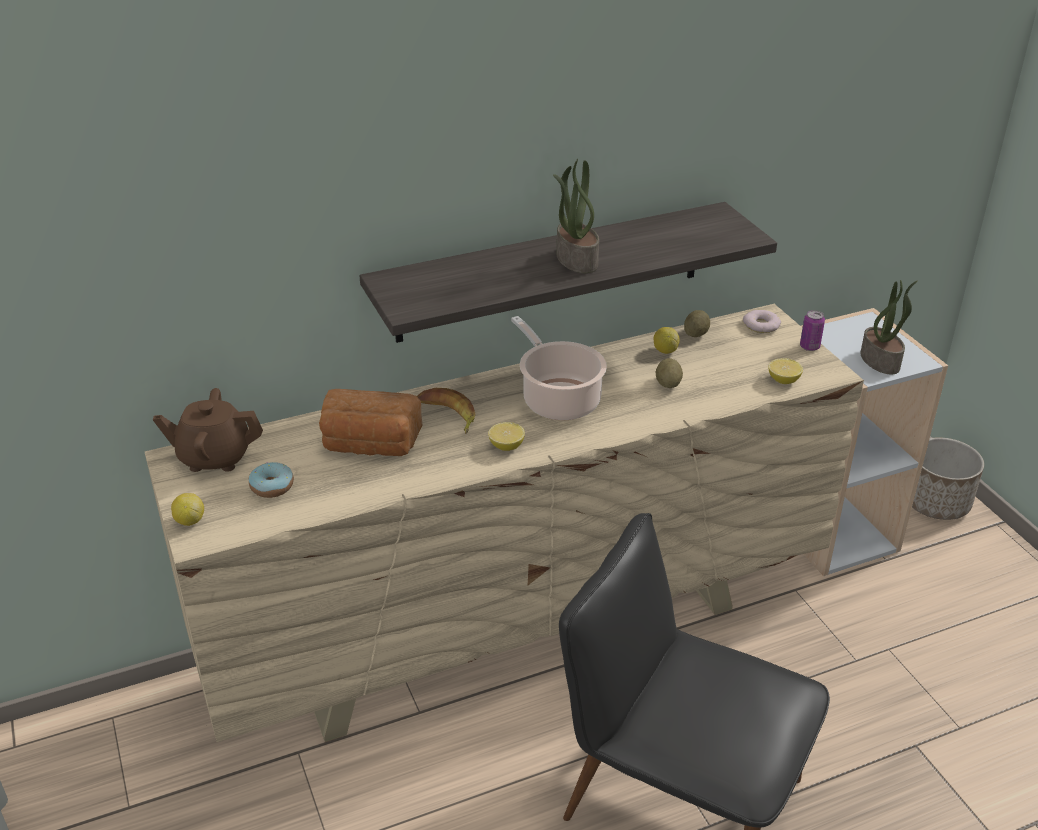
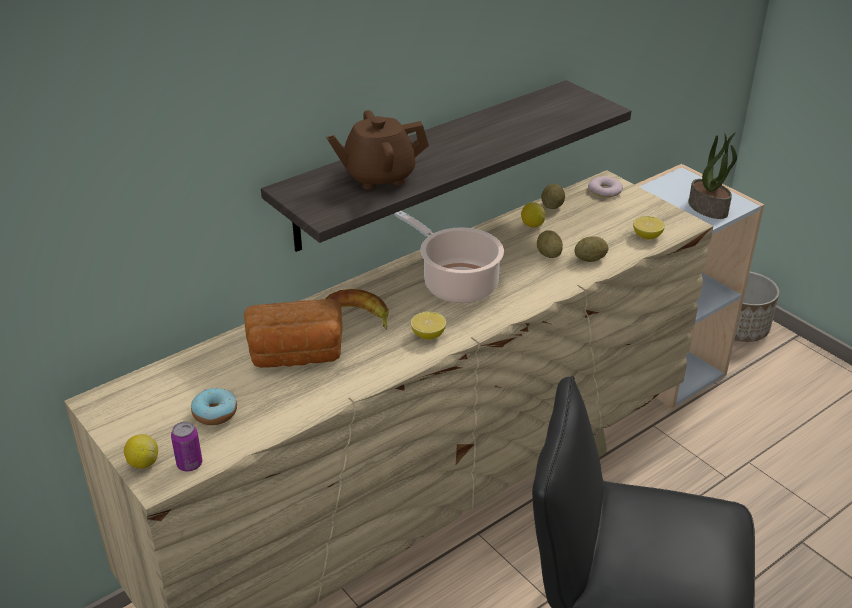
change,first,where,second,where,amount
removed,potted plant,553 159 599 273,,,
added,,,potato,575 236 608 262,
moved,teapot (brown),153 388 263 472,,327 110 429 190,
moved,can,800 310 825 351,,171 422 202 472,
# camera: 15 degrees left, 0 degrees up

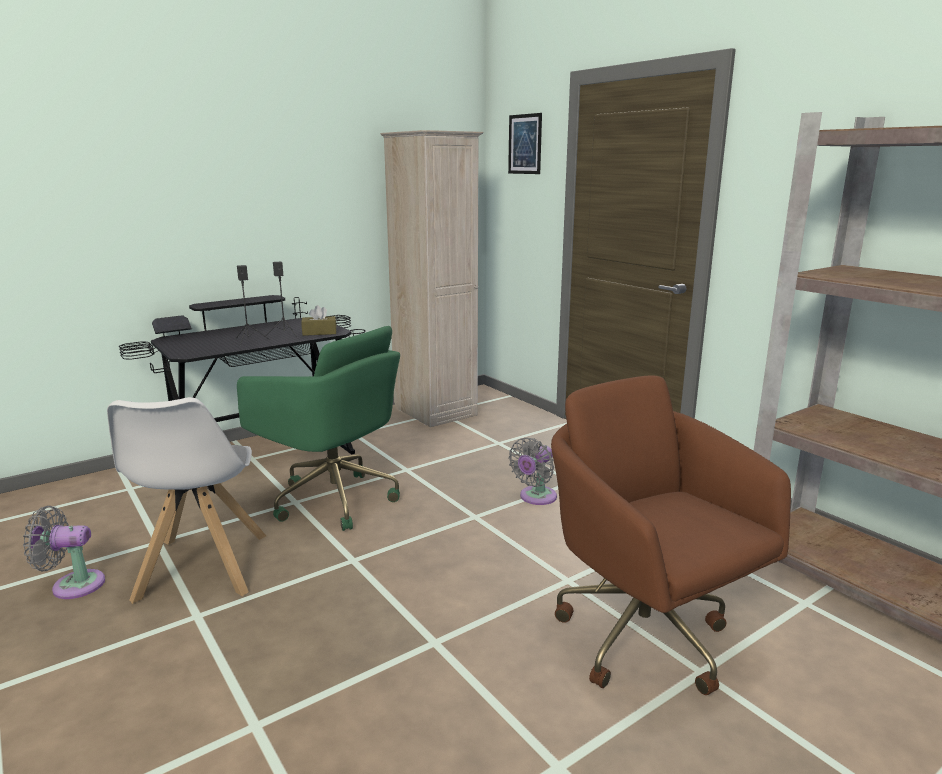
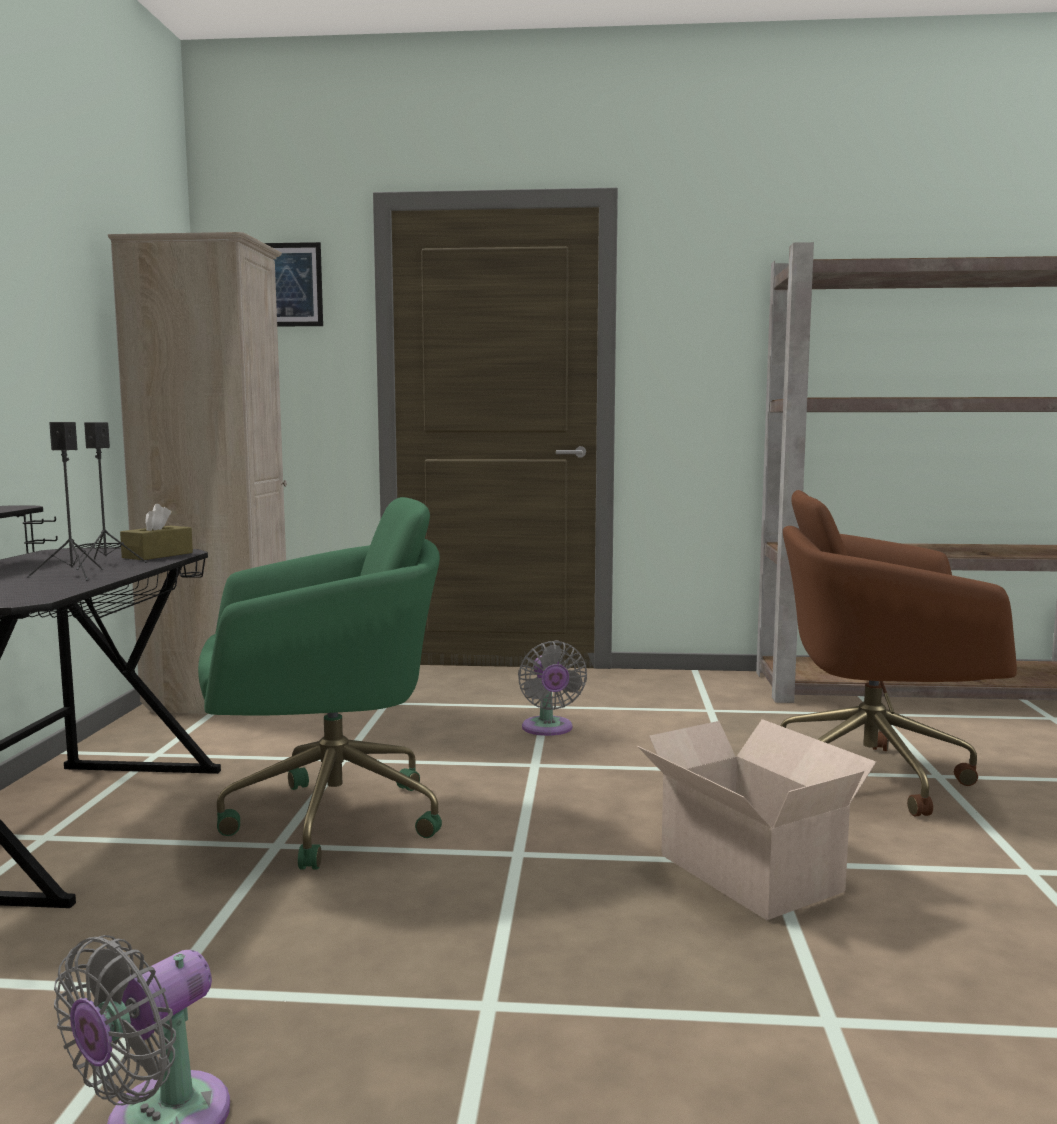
change,first,where,second,where,amount
removed,chair,107 397 266 604,,,
added,,,cardboard box,637 719 876 920,
# camera: 50 degrees left, 10 degrees down

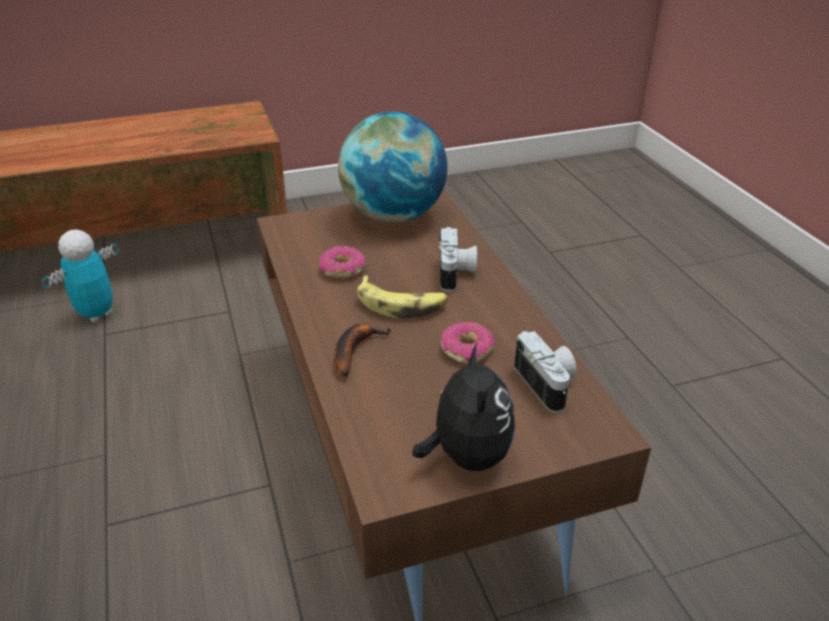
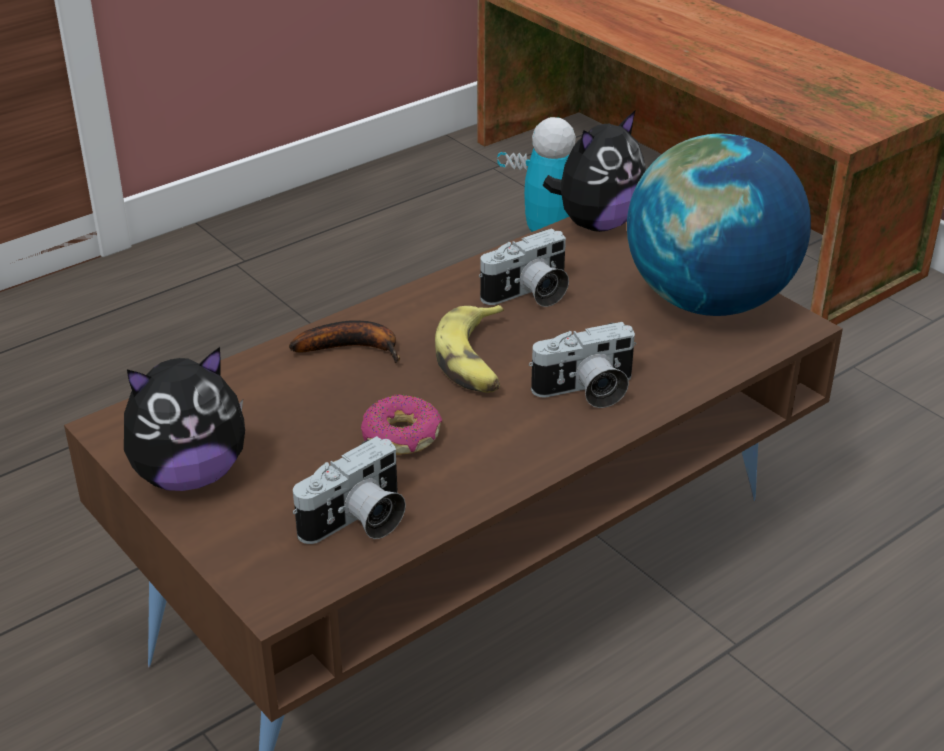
change,first,where,second,where,amount
added,,,plush toy,543 111 646 232,
replaced,donut,319 246 365 279,photo camera,479 228 569 307,
# camera: 70 degrees right, 0 degrees up

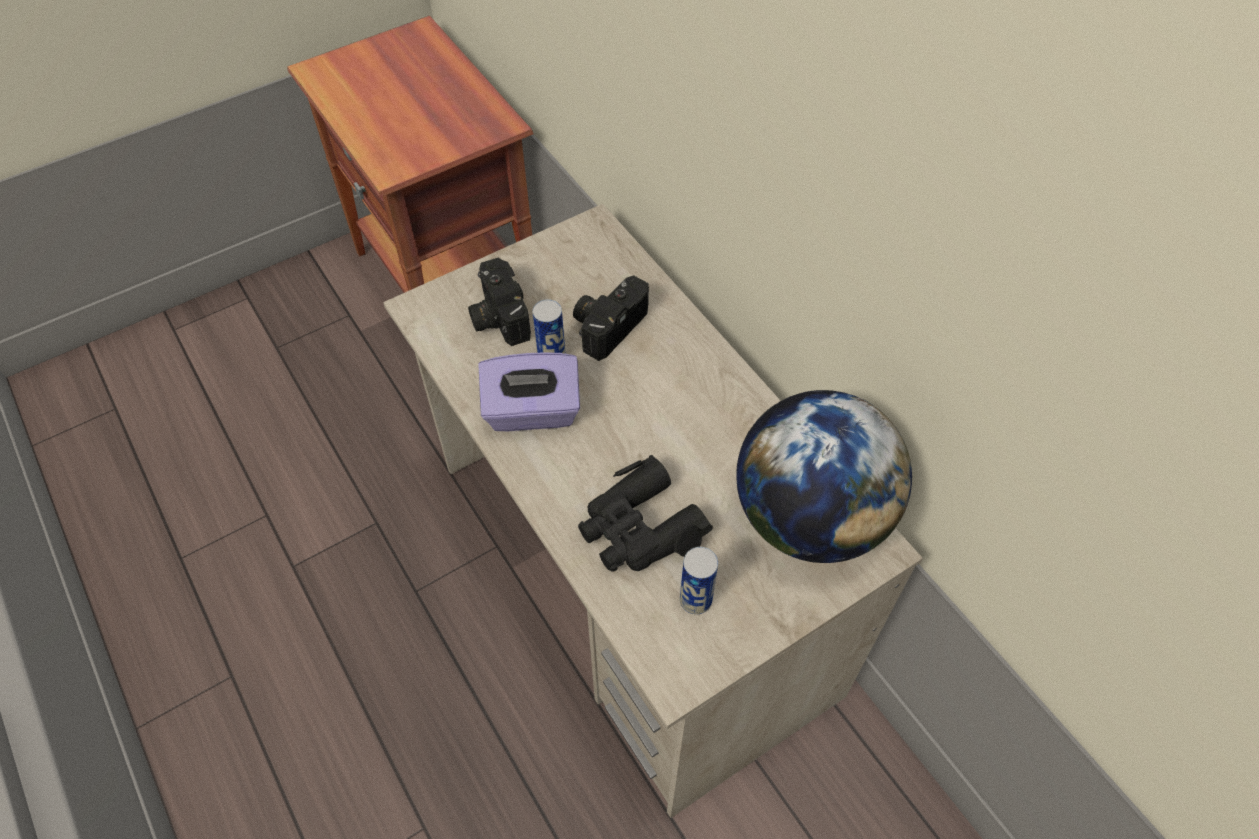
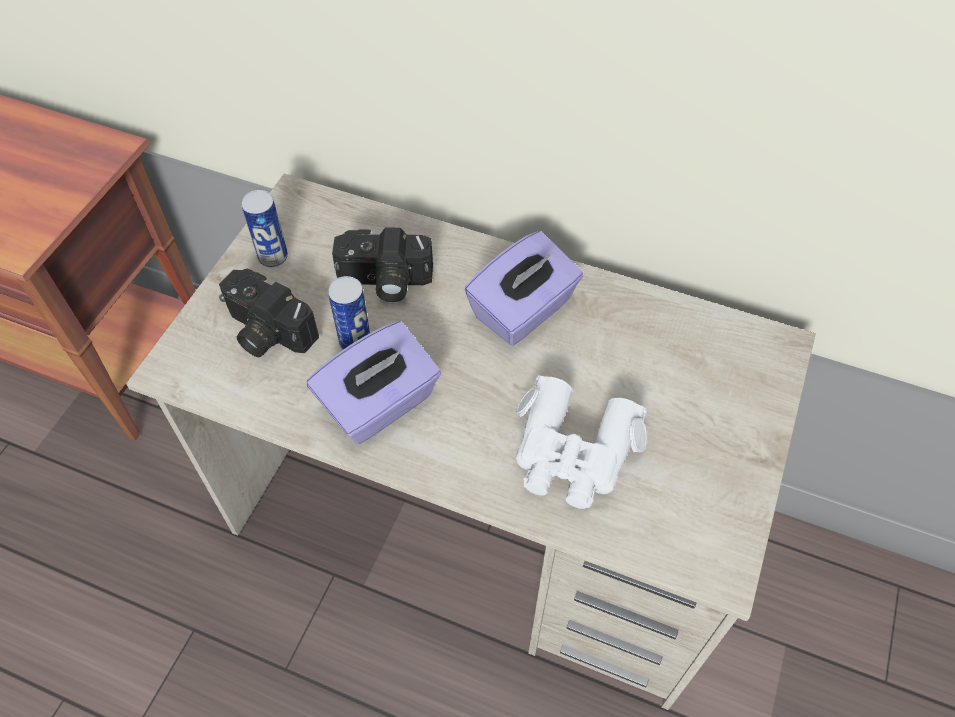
change,first,where,second,where,amount
removed,globe,736 390 912 563,,,
added,,,tissue box (purple),465 231 583 345,
moved,can,680 547 718 614,,241 190 288 267,
recoloured,binoculars (black),578 455 713 571,binoculars (white),516 375 647 509,
turned,photo camera,573 275 649 361,,332 227 433 302,90 degrees counterclockwise
# camera: 35 degrees left, 0 degrees up

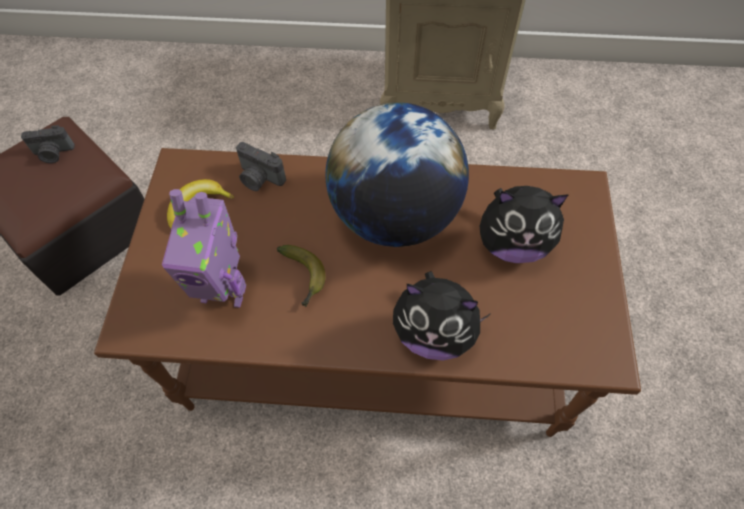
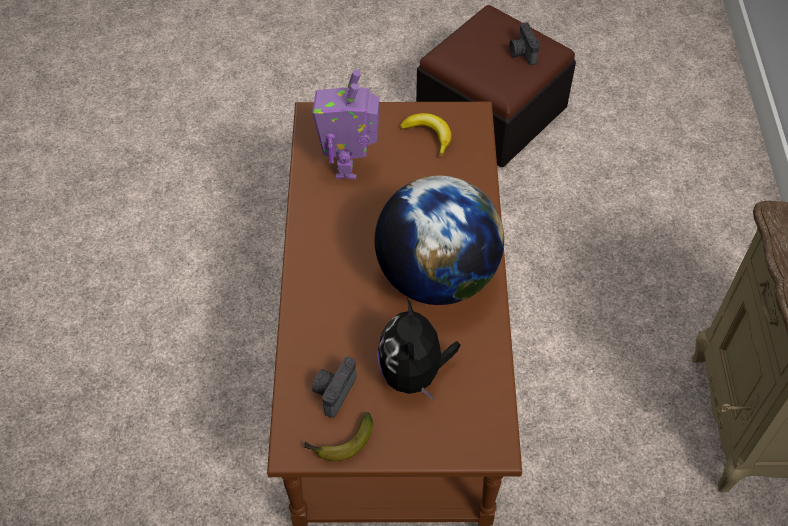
change,first,where,second,where,amount
removed,plush toy,393 271 491 361,,,
moved,photo camera,236 142 286 191,,312 357 357 418,
moved,banana,277 245 325 307,,304 412 373 461,
# camera: 85 degrees right, 5 degrees down

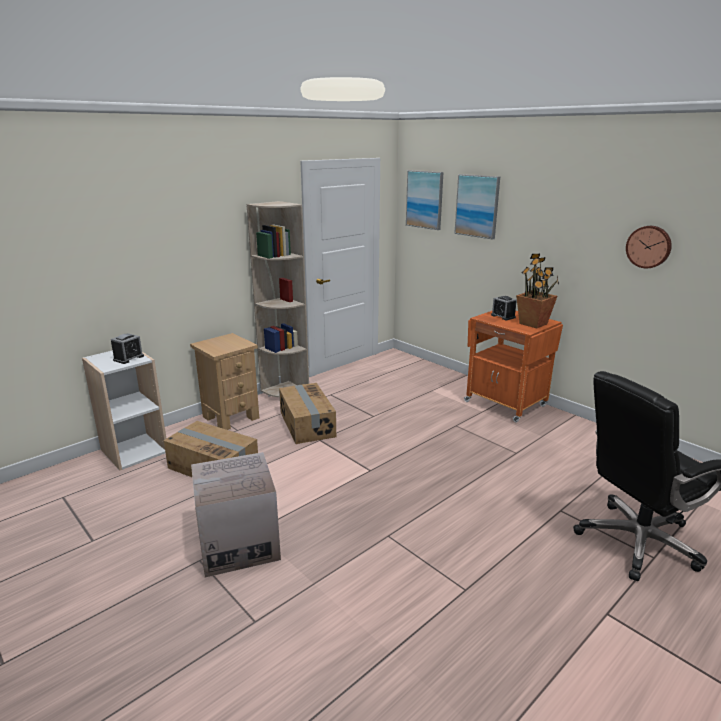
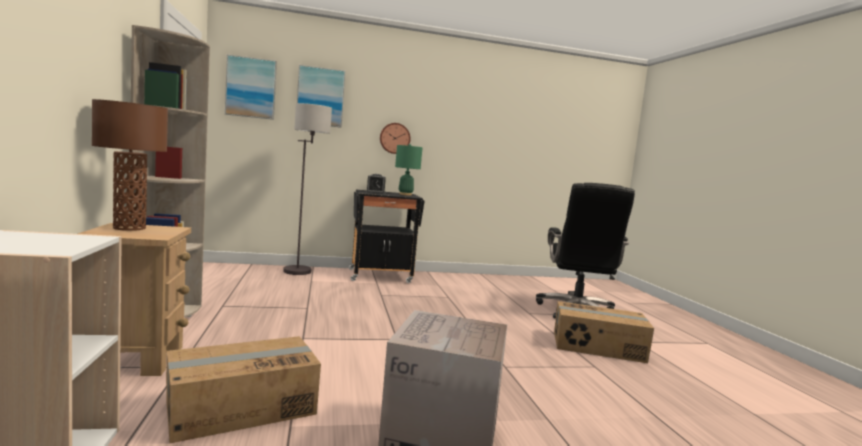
change,first,where,second,where,amount
removed,alarm clock,111 333 144 364,,,
added,,,table lamp (brown),92 99 168 231,
added,,,floor lamp (grey),283 103 332 275,
moved,cardboard box,279 383 336 444,,554 301 654 363,
moved,wall clock,626 226 672 268,,380 123 410 154,
replaced,potted plant,516 254 559 328,table lamp (green),395 144 422 196,
recoloured,cart (orange),464 311 563 422,cart (black),349 190 424 283,
# camera: 60 degrees left, 15 degrees down

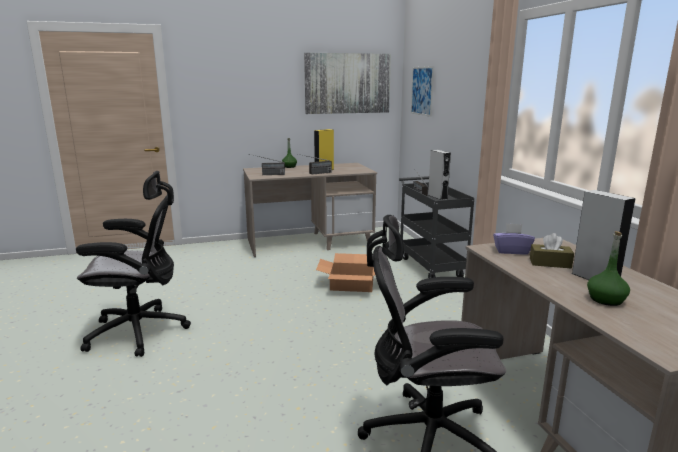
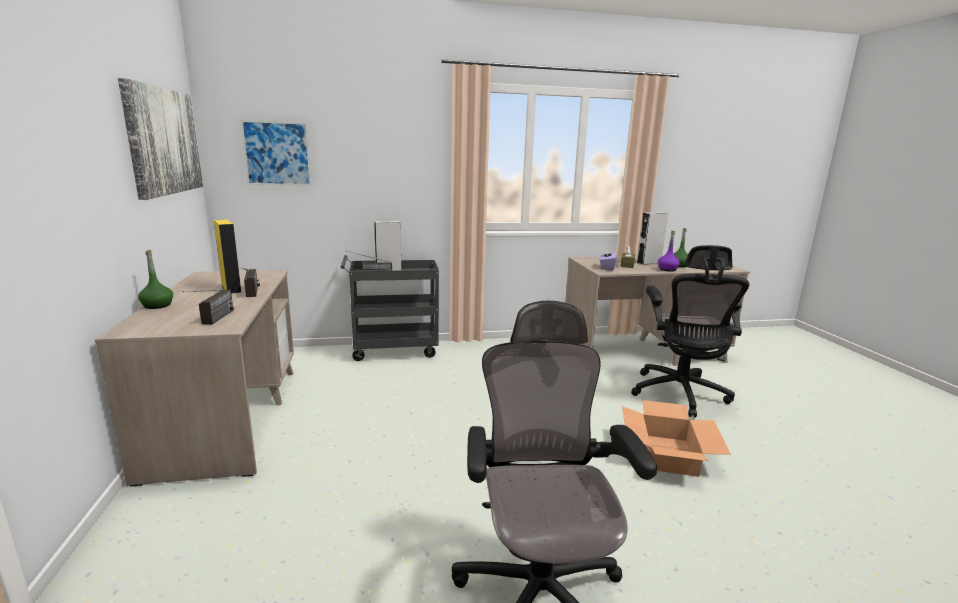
change,first,where,second,where,amount
added,,,bottle (purple),658 230 680 271,
moved,cardboard box,316 253 375 292,,622 400 731 477,
# camera: 85 degrees left, 0 degrees up

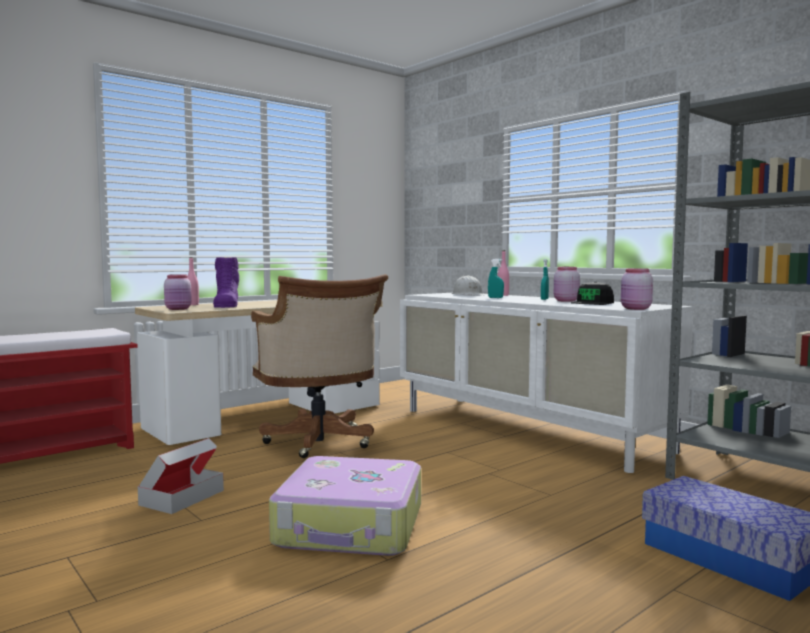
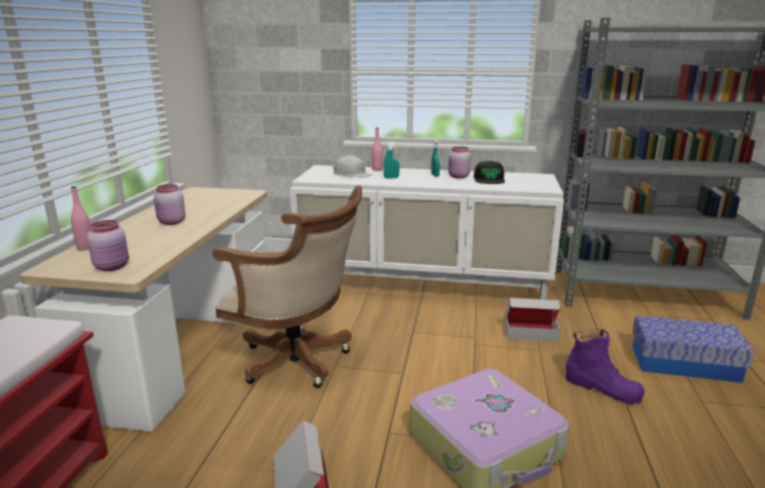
change,first,where,second,where,amount
added,,,cardboard box,504 298 560 341,
moved,boot (purple),213 257 239 308,,566 329 644 405,
moved,jar (pink),621 268 653 310,,154 184 186 225,
# camera: 40 degrees left, 15 degrees up

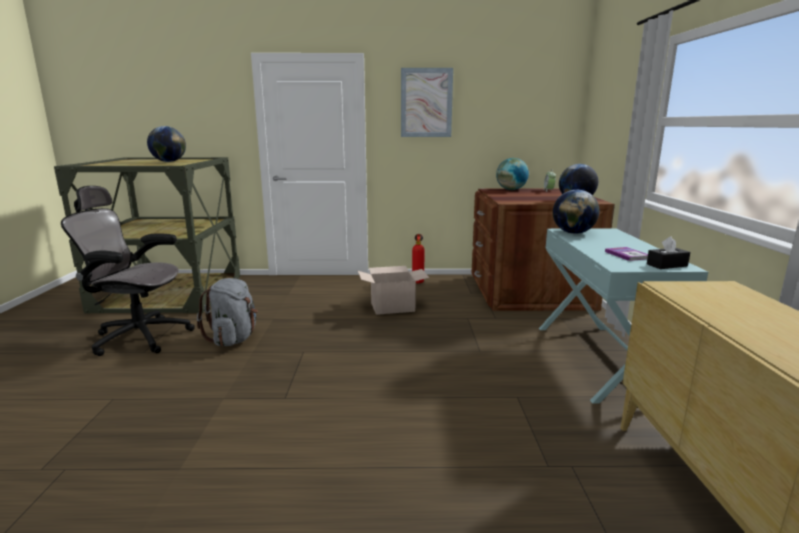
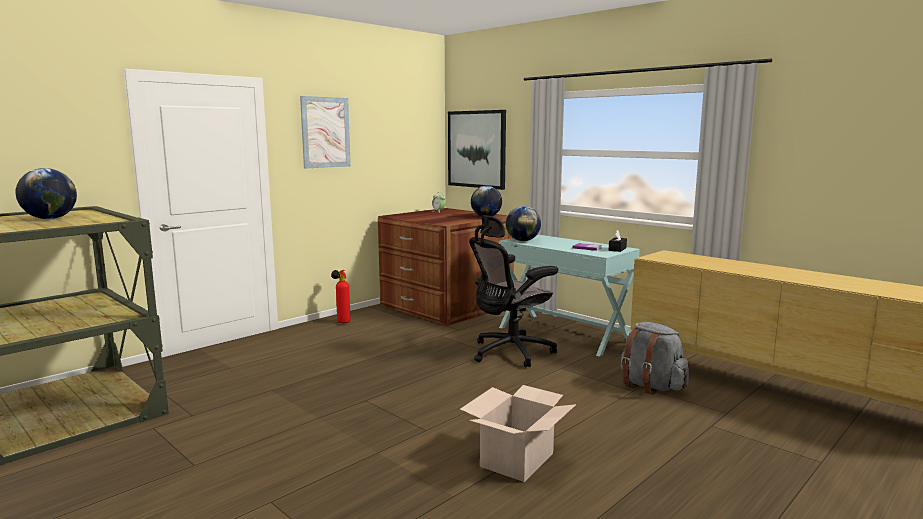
change,first,where,second,where,amount
removed,globe,496 158 529 190,,,
added,,,picture,448 110 506 190,
moved,office chair,61 186 195 356,,469 215 558 367,
moved,backpack (grey),197 278 258 347,,621 322 689 395,
moved,cardboard box,358 266 429 315,,460 385 576 482,
# camera: 45 degrees left, 5 degrees down

